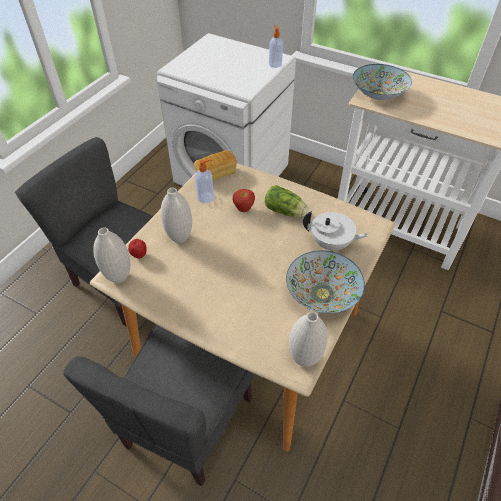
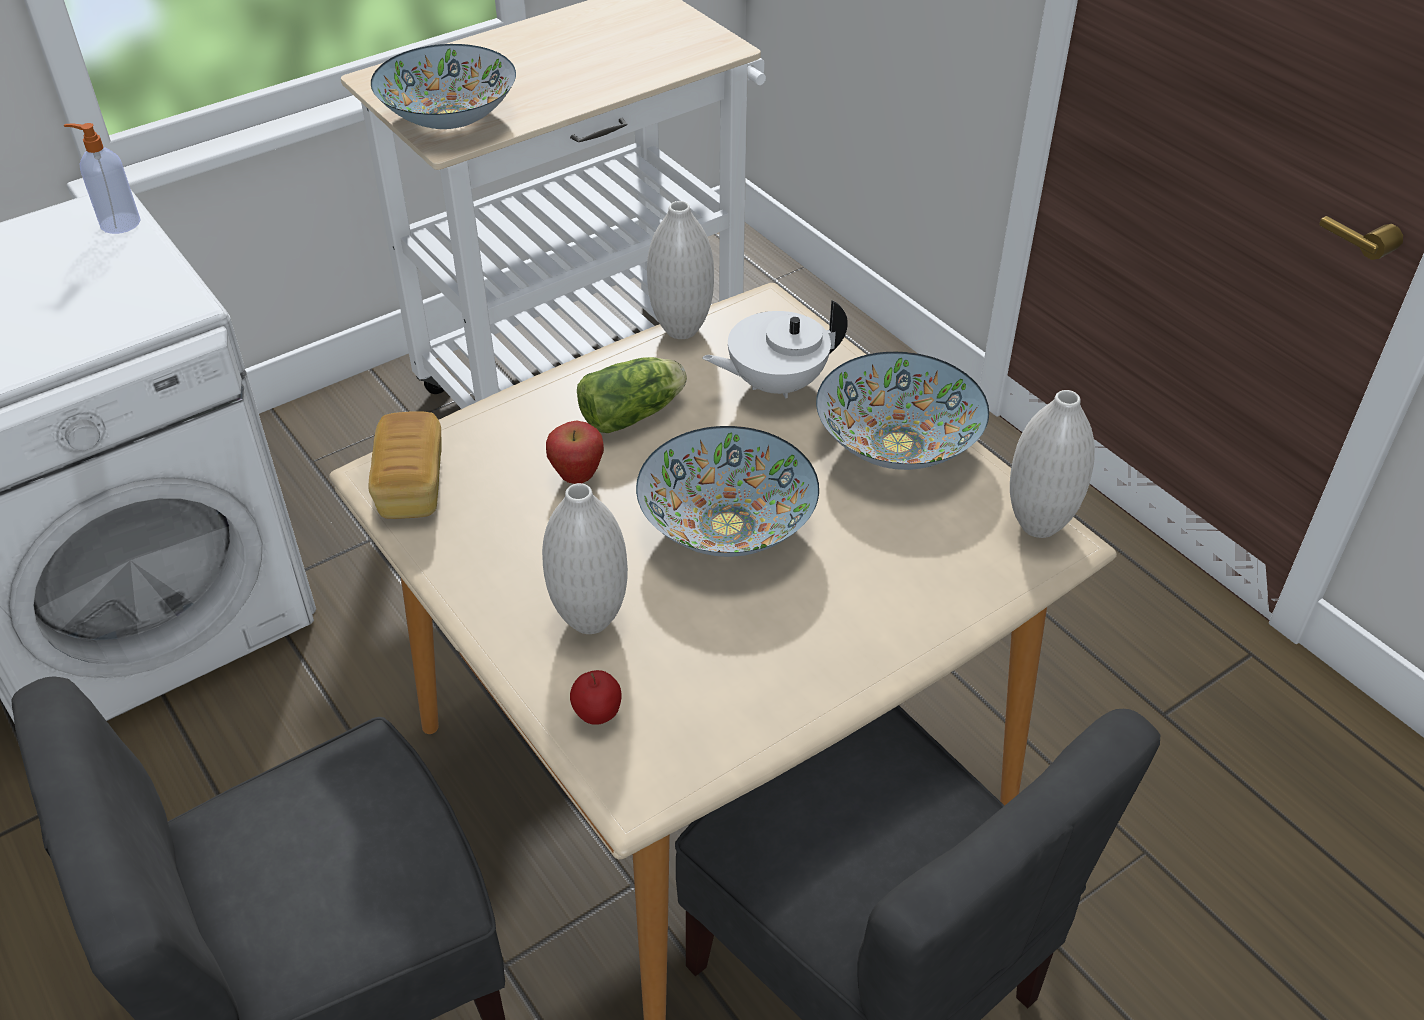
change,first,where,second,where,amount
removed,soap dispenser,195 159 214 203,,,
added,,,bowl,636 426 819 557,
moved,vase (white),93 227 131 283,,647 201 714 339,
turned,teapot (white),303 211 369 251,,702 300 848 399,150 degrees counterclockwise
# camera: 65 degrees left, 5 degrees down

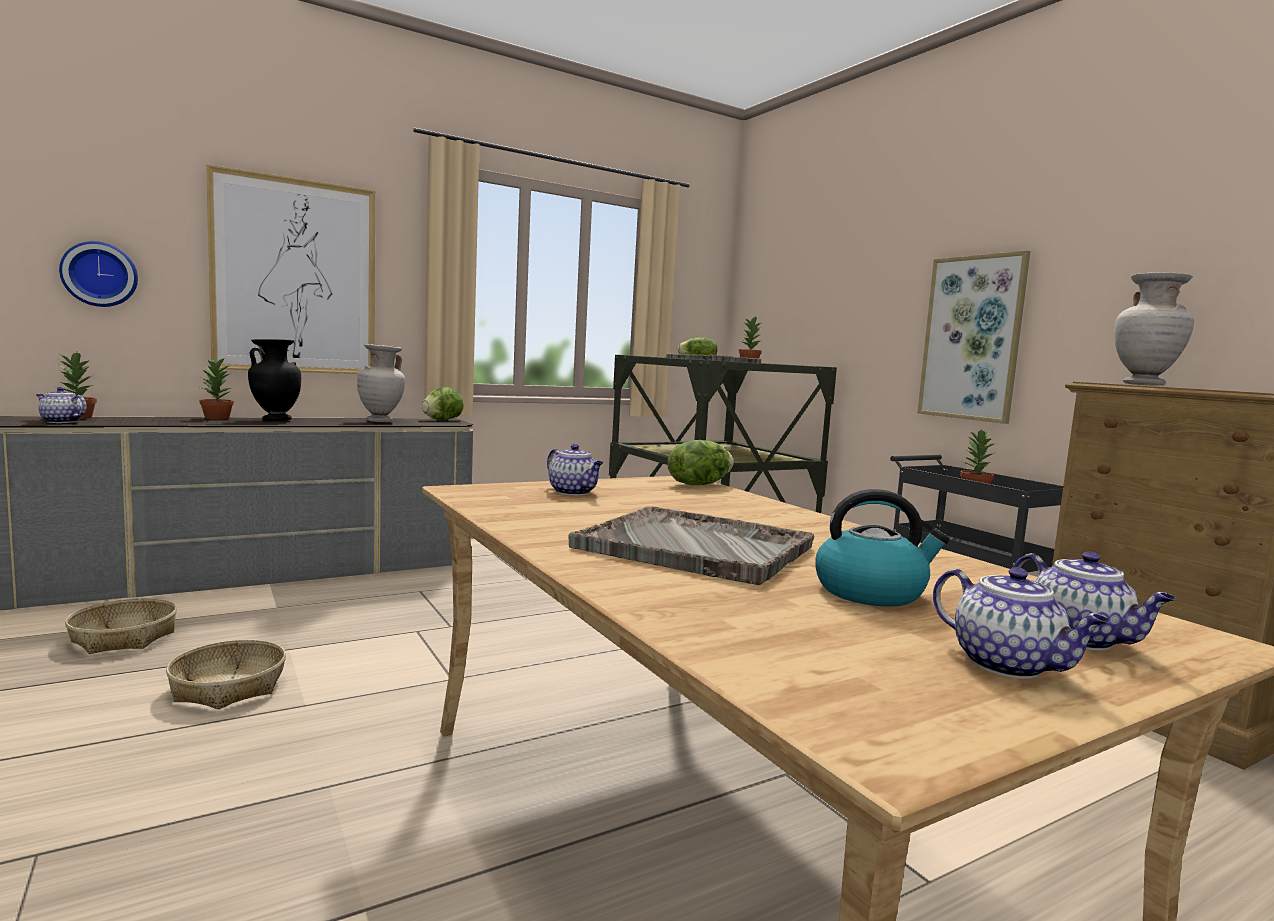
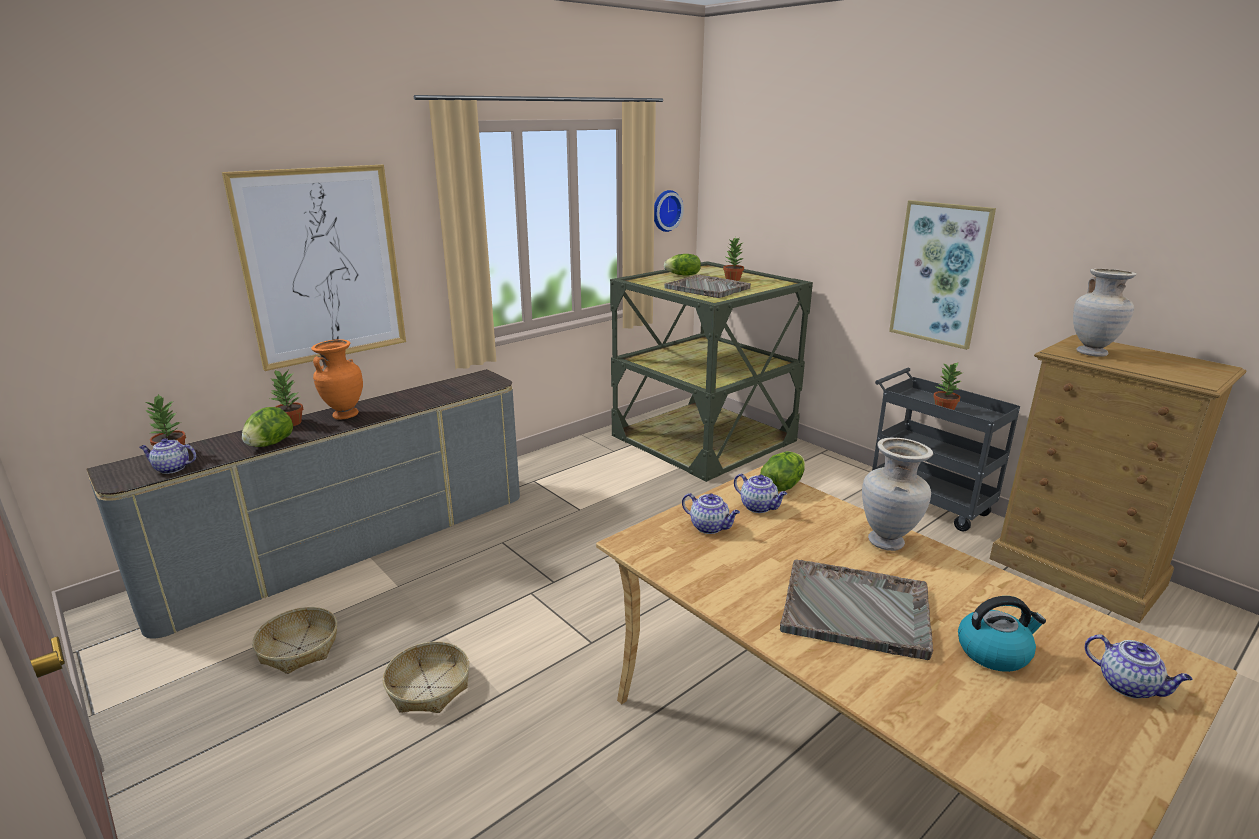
change,first,where,second,where,amount
moved,wall clock,59 241 138 307,,654 190 684 232,
moved,vase (beige),357 344 405 422,,862 437 933 551,
moved,lettuce,422 387 464 420,,242 407 293 447,
moved,teapot,933 567 1110 679,,734 474 787 513,
recoloured,vase (black),248 339 301 421,vase (orange),311 339 363 420,
# camera: 10 degrees left, 15 degrees up

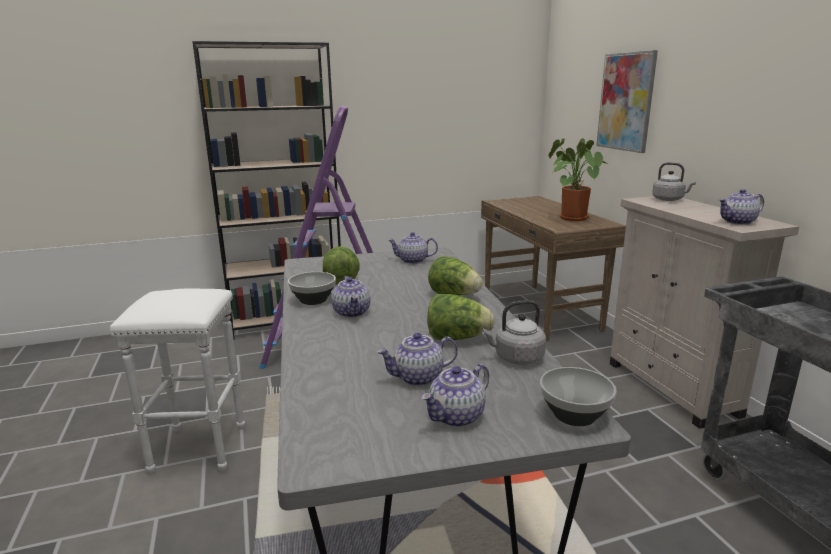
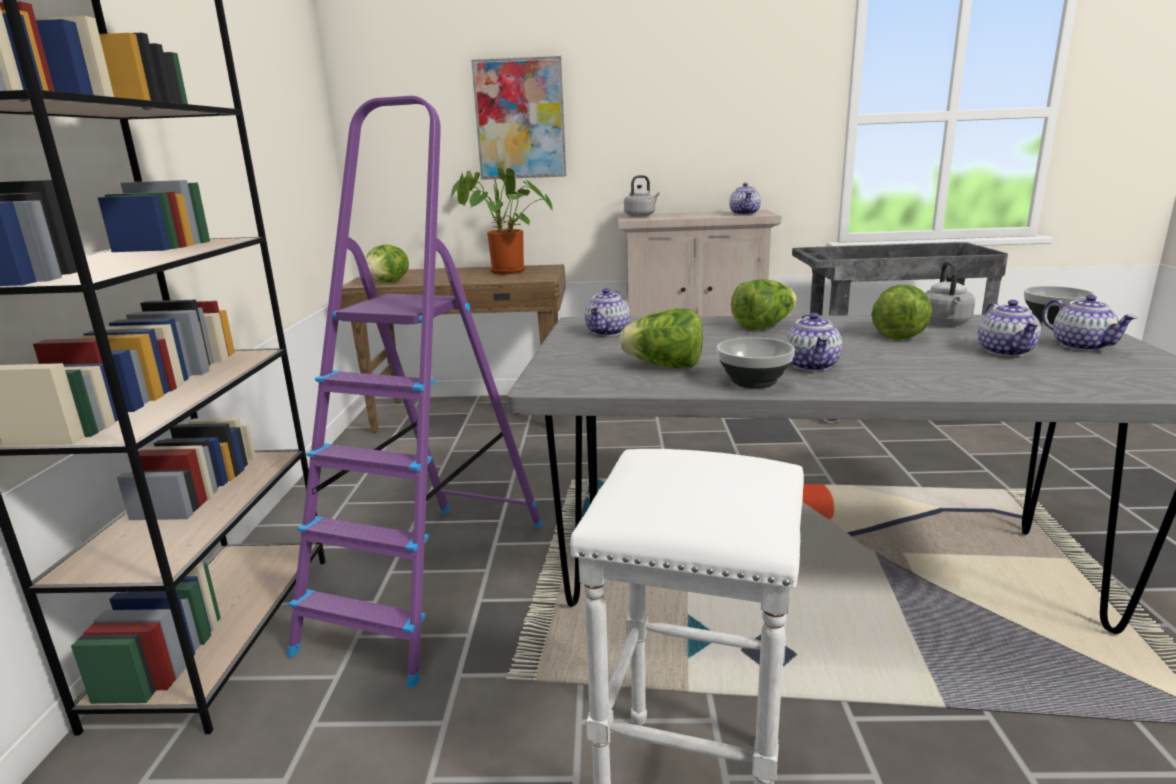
change,first,where,second,where,amount
added,,,lettuce,366 245 409 282,
turned,teapot,331 276 370 318,,784 313 842 371,90 degrees clockwise
# camera: 70 degrees left, 0 degrees up

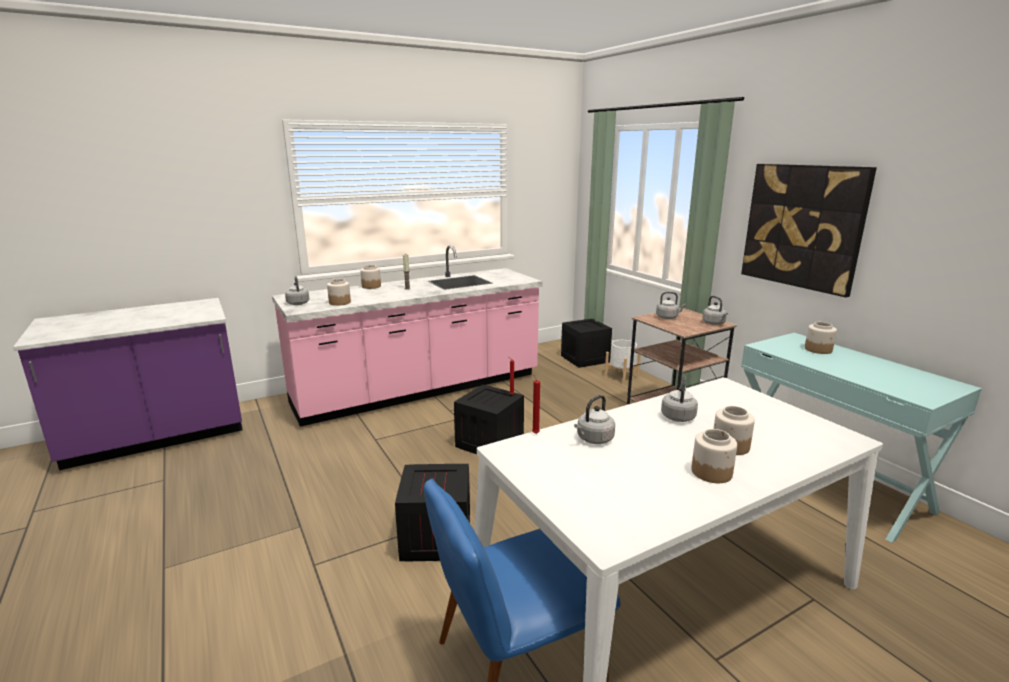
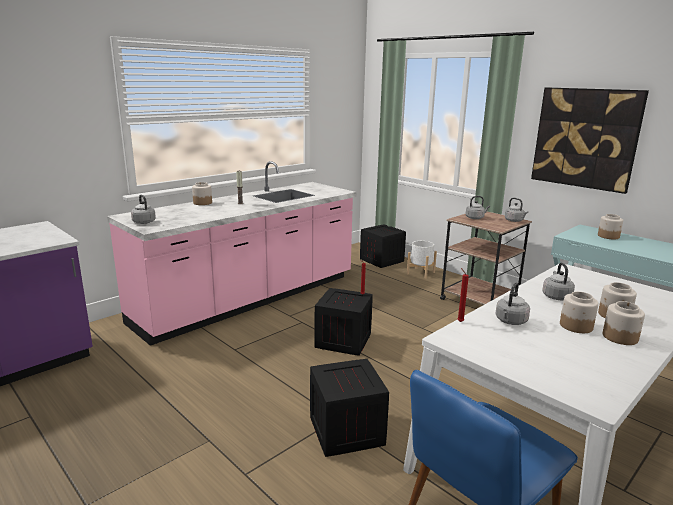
change,first,where,second,where,amount
moved,jar,327 279 351 306,,560 291 599 333,
# camera: 15 degrees left, 0 degrees up

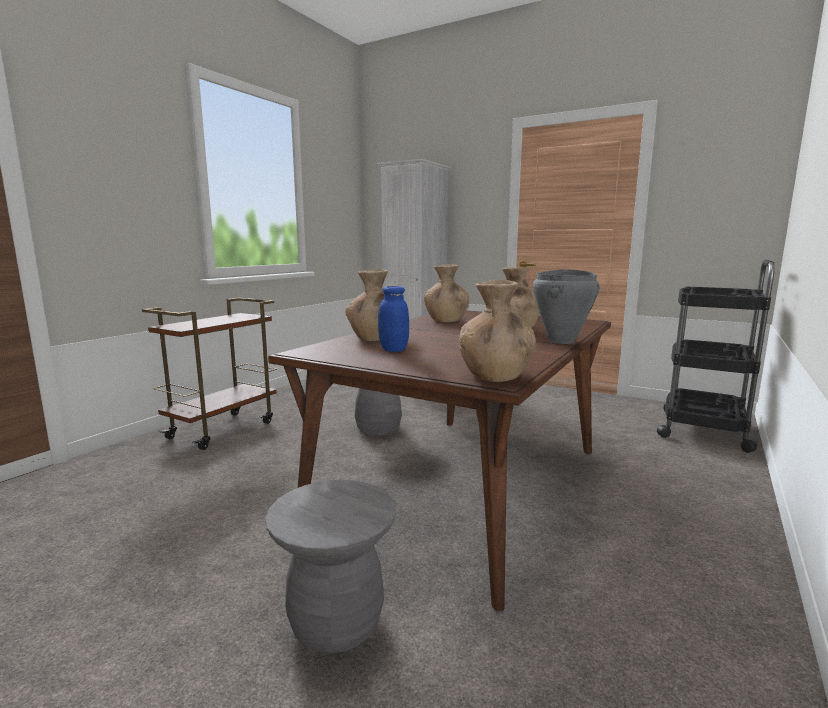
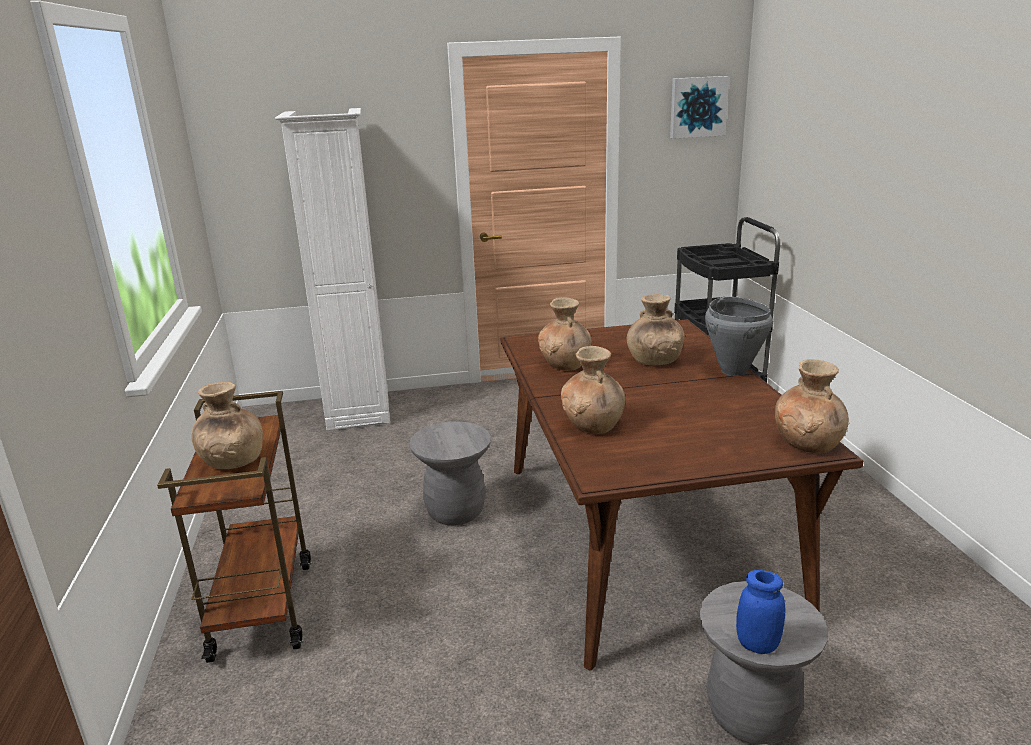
change,first,where,second,where,amount
added,,,vase (brown),191 382 263 469,
added,,,picture,670 76 729 139,
moved,jar (blue),378 286 409 352,,736 570 785 654,
# camera: 40 degrees left, 10 degrees up

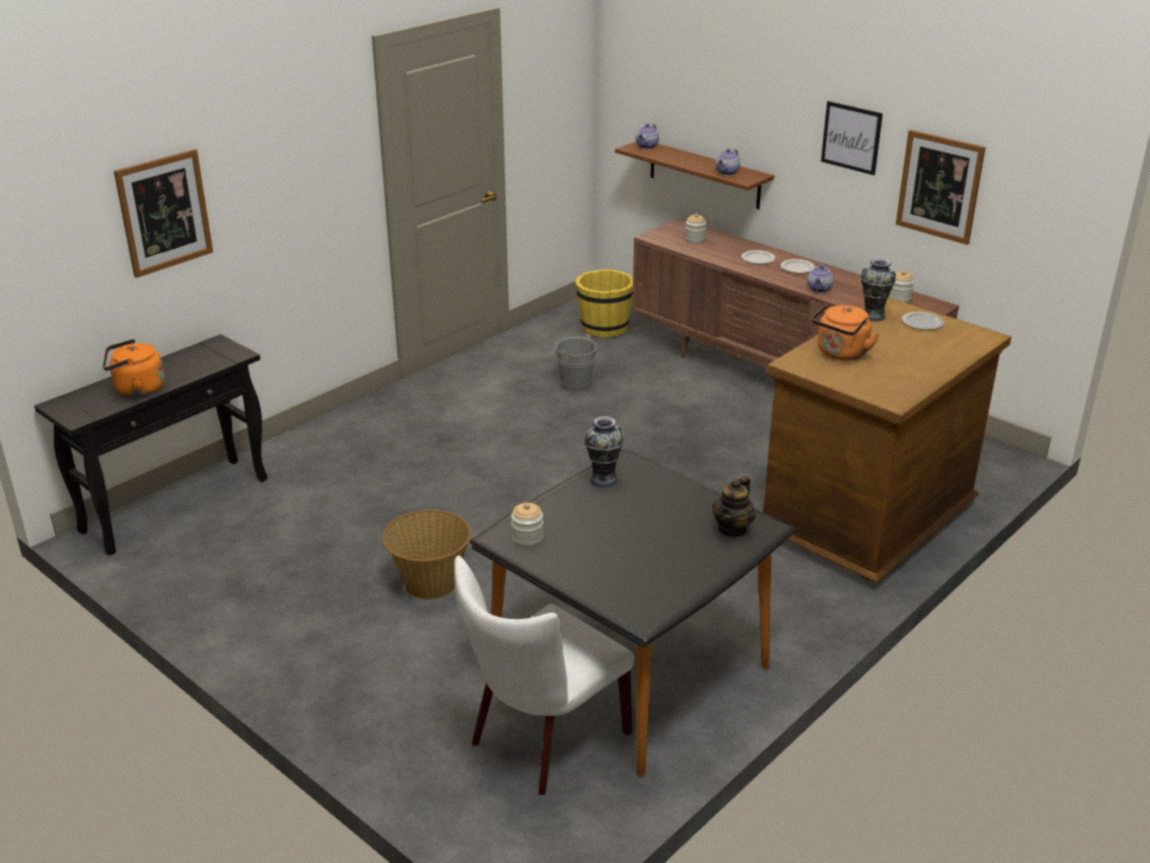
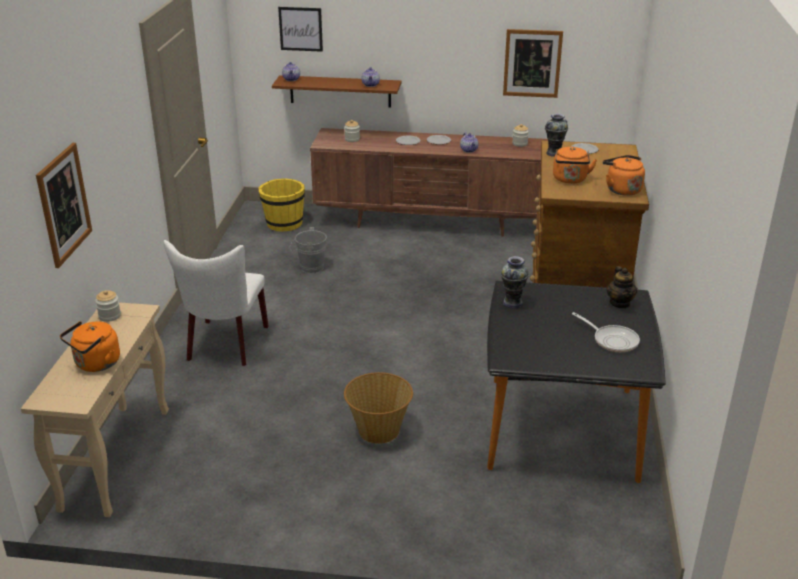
change,first,where,second,where,amount
added,,,frying pan,572 312 640 352,
added,,,kettle (orange),603 155 645 196,
moved,chair (white),454 556 634 795,,164 240 269 366,
moved,jar,511 503 543 548,,95 290 121 322,
moved,picture,821 101 883 175,,278 7 323 52,
recoloured,console table (black),34 334 267 555,console table (beige),21 302 169 517,
# camera: 35 degrees left, 0 degrees up

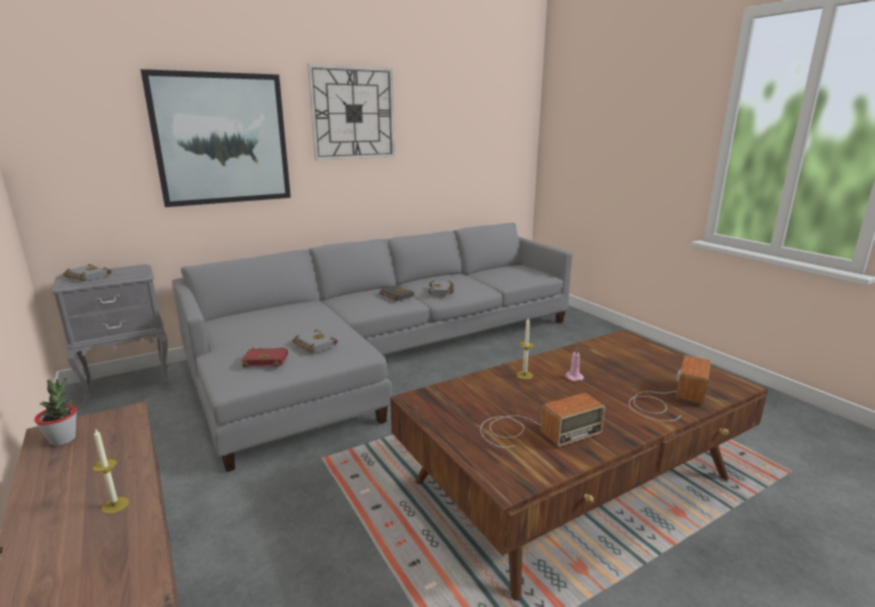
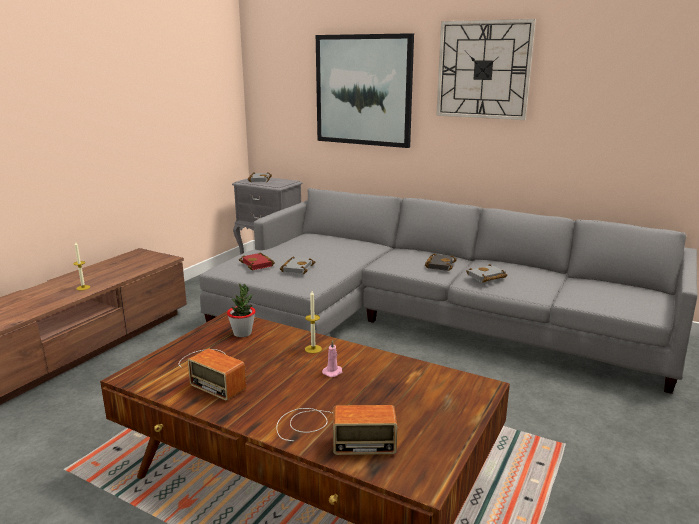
change,first,where,second,where,amount
moved,potted plant,34 378 77 446,,227 284 255 337,
# camera: 60 degrees right, 0 degrees up

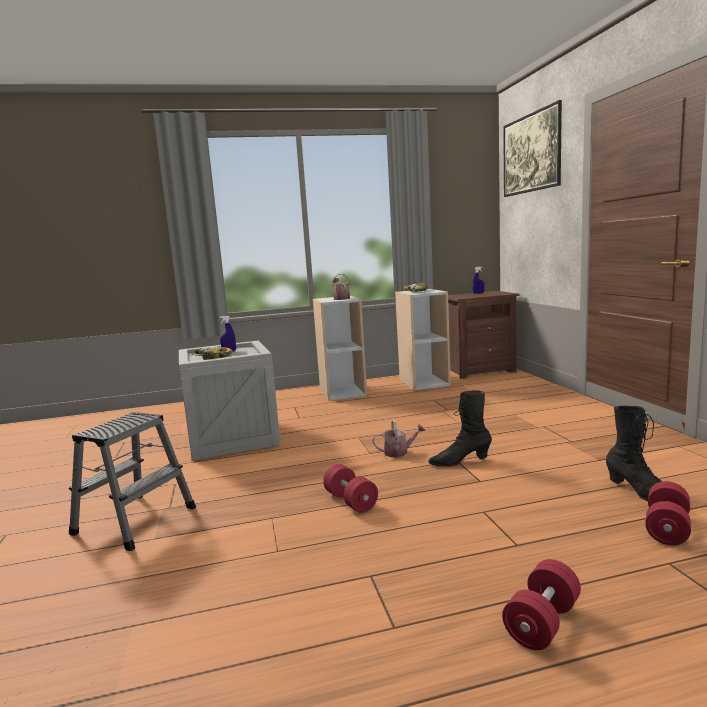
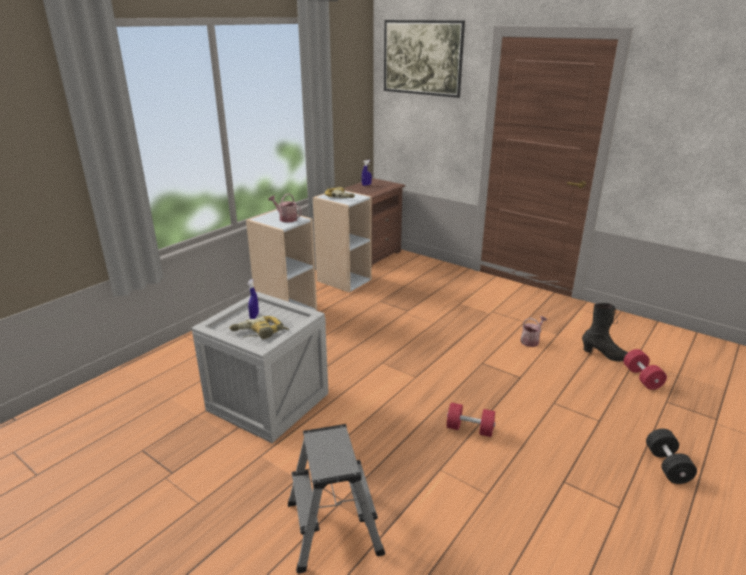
change,first,where,second,where,amount
removed,boot (black),428 390 492 467,,,
moved,watering can,372 419 426 458,,520 316 548 347,
recoloured,dumbbell (red),502 559 581 650,dumbbell (black),646 429 697 484,
# camera: 40 degrees left, 15 degrees up

